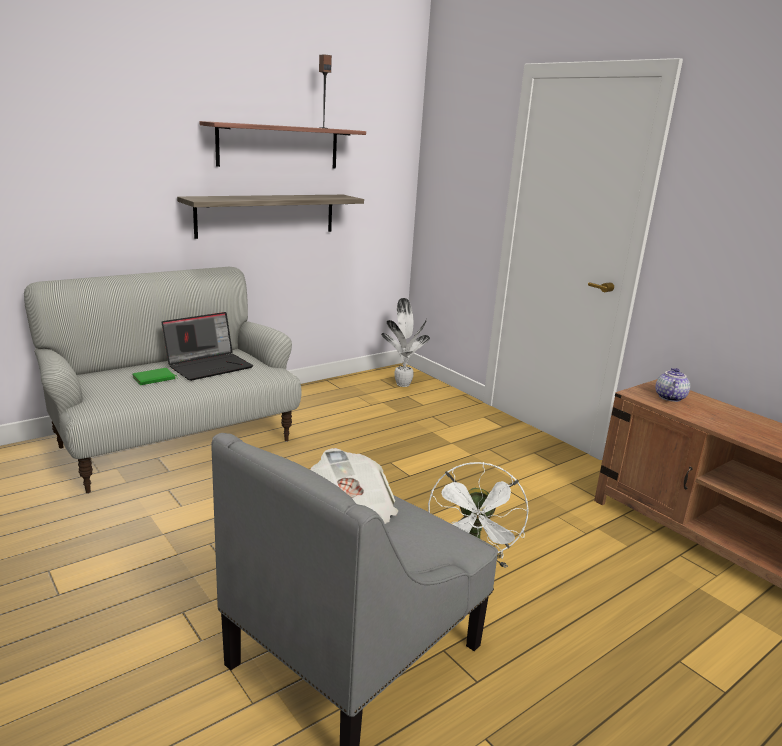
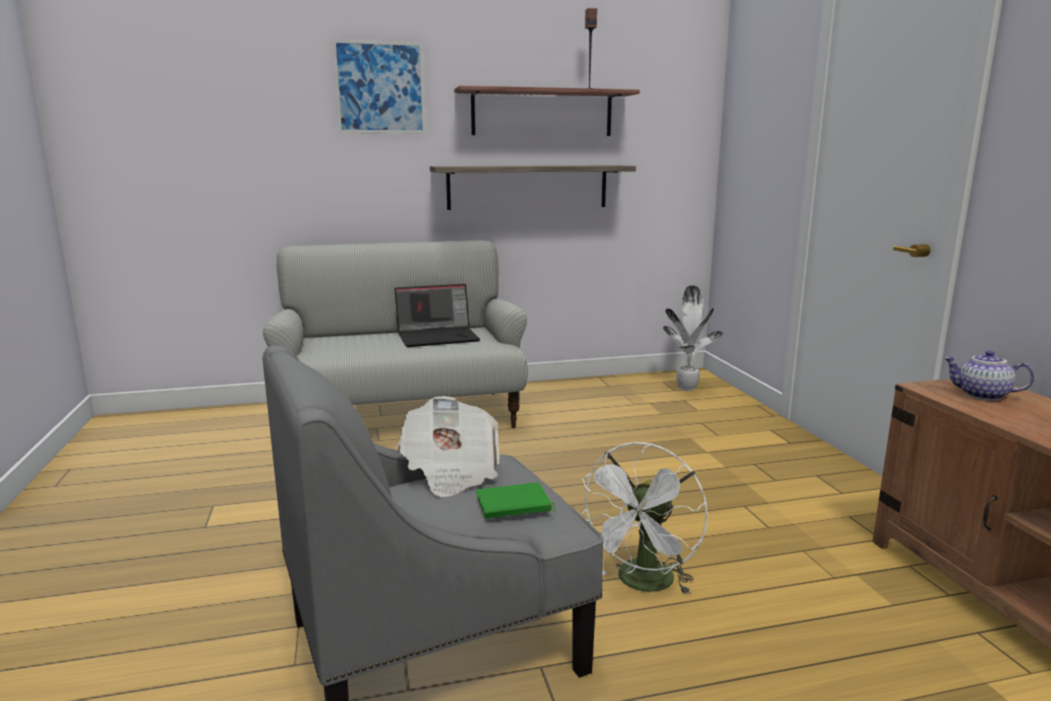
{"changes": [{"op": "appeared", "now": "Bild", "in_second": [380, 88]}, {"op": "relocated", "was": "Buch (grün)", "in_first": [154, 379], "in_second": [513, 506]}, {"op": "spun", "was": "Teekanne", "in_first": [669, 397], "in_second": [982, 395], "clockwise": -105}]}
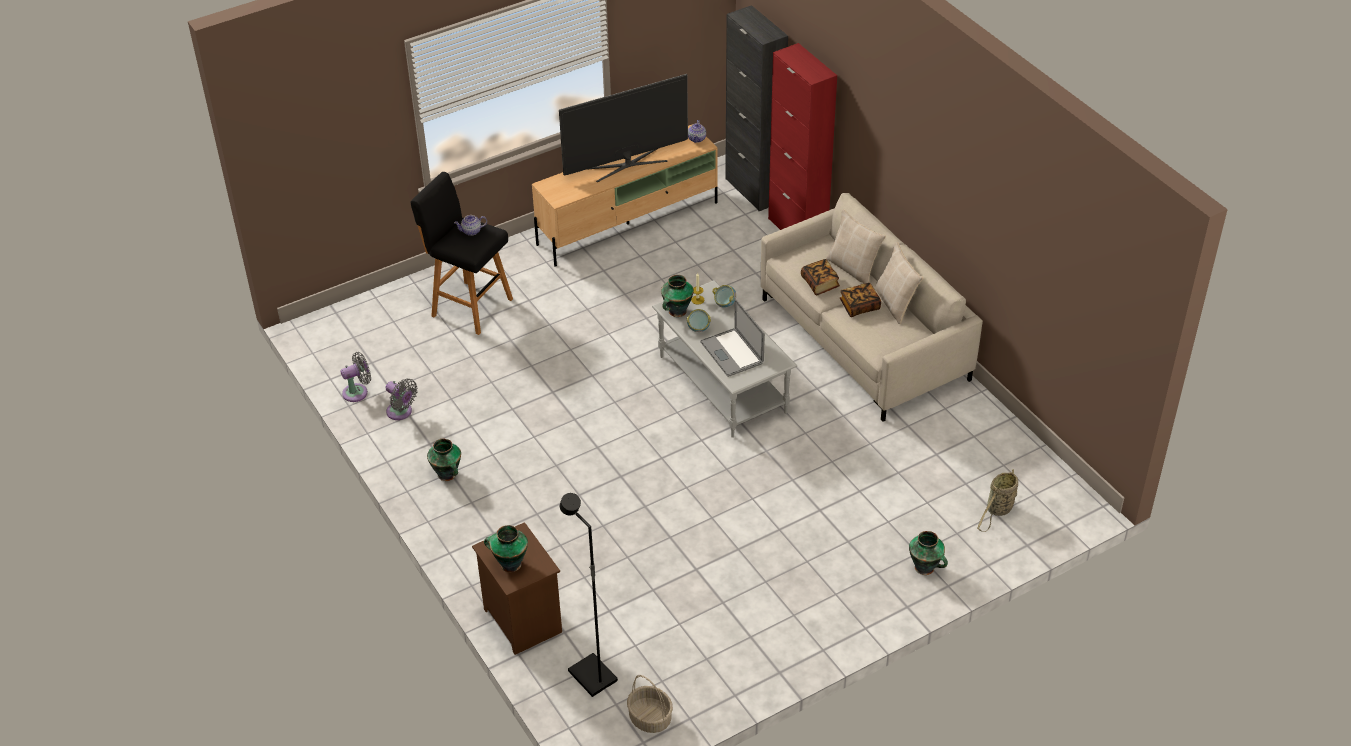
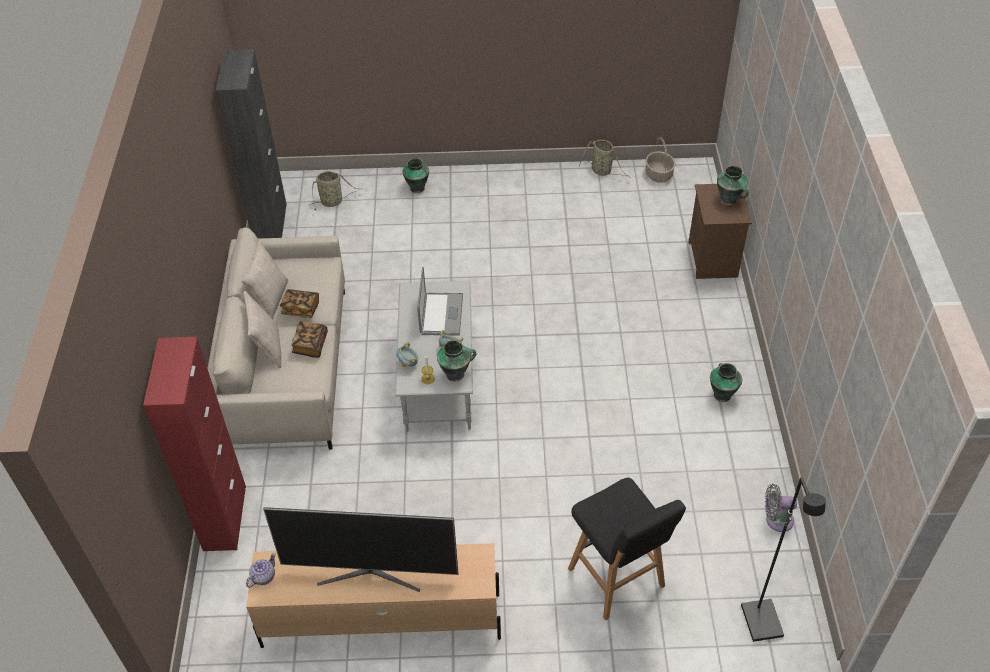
{"changes": [{"op": "relocated", "was": "Schrank (schwarz)", "in_first": [753, 190], "in_second": [270, 225]}, {"op": "appeared", "now": "Korb", "in_second": [602, 171]}, {"op": "relocated", "was": "Stehlampe (schwarz)", "in_first": [591, 677], "in_second": [763, 622]}, {"op": "missing", "was": "Ventilator (grau)", "in_first": [401, 412]}, {"op": "missing", "was": "Teekanne", "in_first": [472, 231]}]}
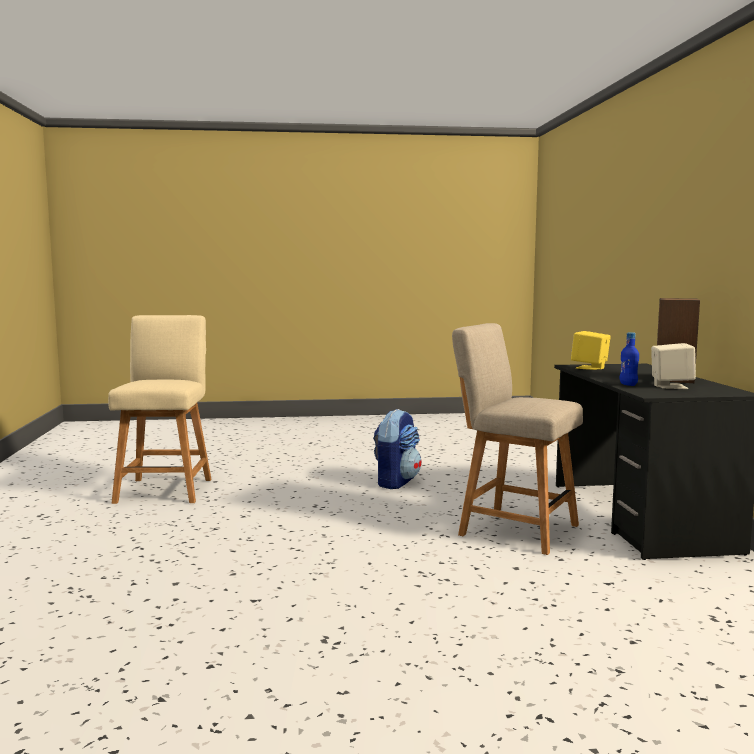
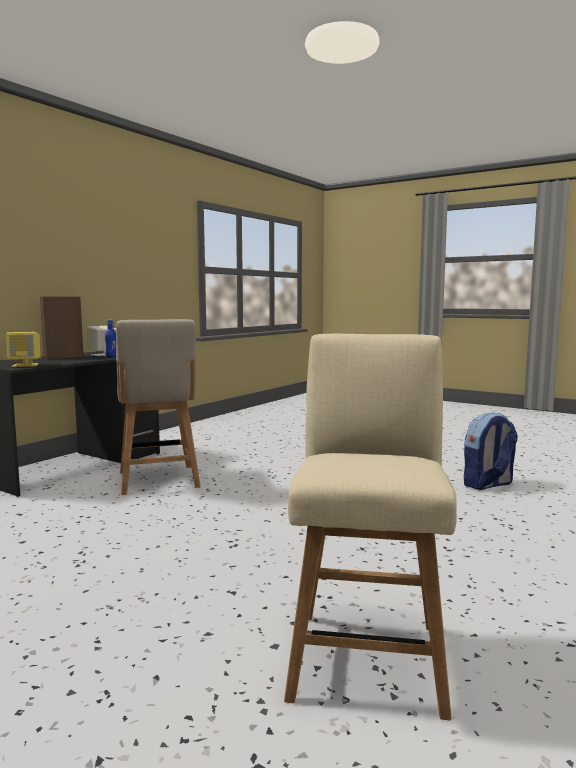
{"changes": [{"op": "spun", "was": "Stuhl (beige)", "in_first": [165, 489], "in_second": [367, 654], "clockwise": 150}, {"op": "relocated", "was": "Rucksack", "in_first": [396, 482], "in_second": [487, 484]}]}
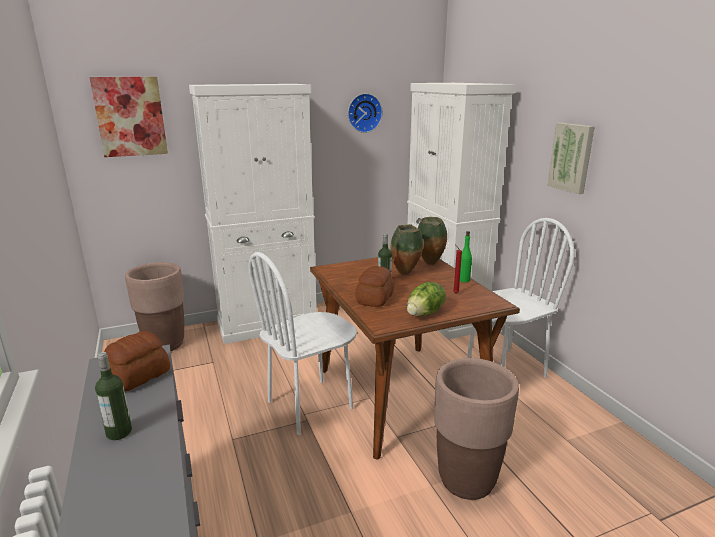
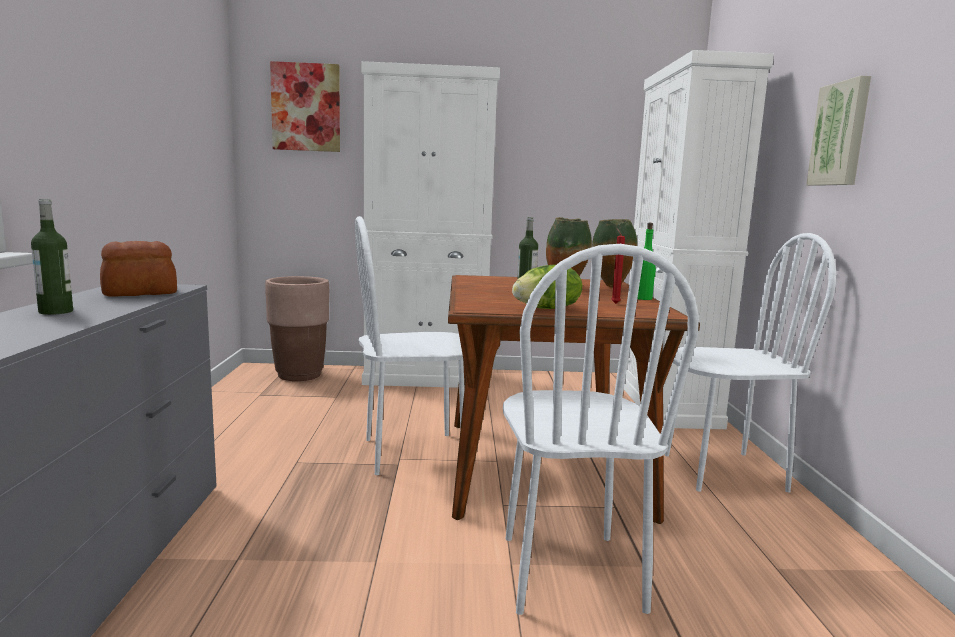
{"changes": [{"op": "exchanged", "was": "Pflanzkübel (braun)", "now": "Stuhl (weiß)", "in_first": [466, 480], "in_second": [569, 572]}, {"op": "missing", "was": "Wanduhr", "in_first": [364, 113]}, {"op": "missing", "was": "Brot", "in_first": [374, 299]}]}
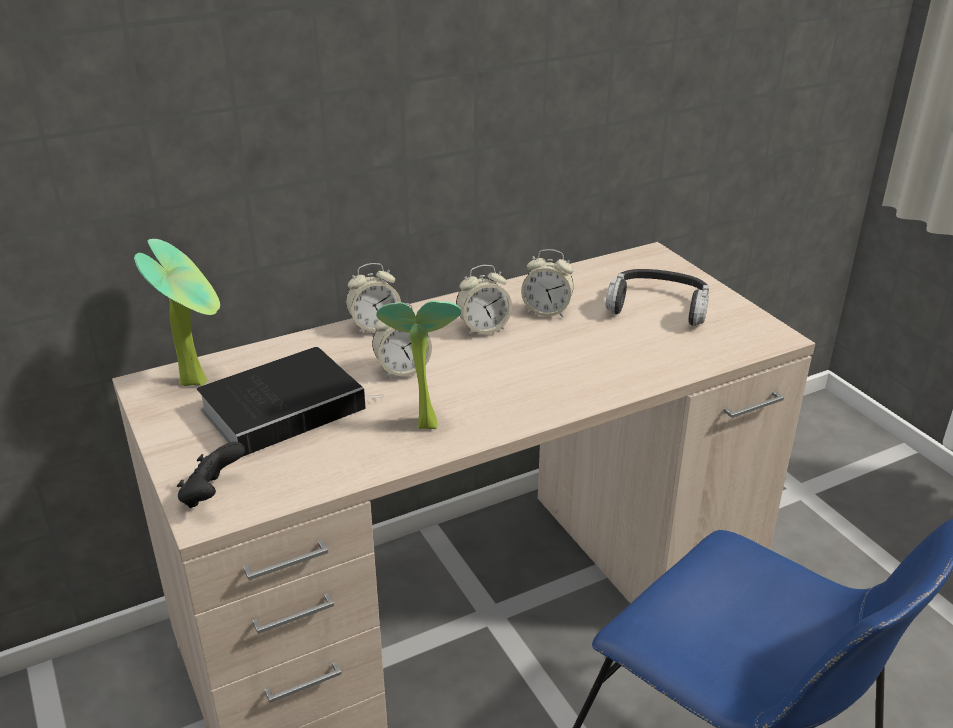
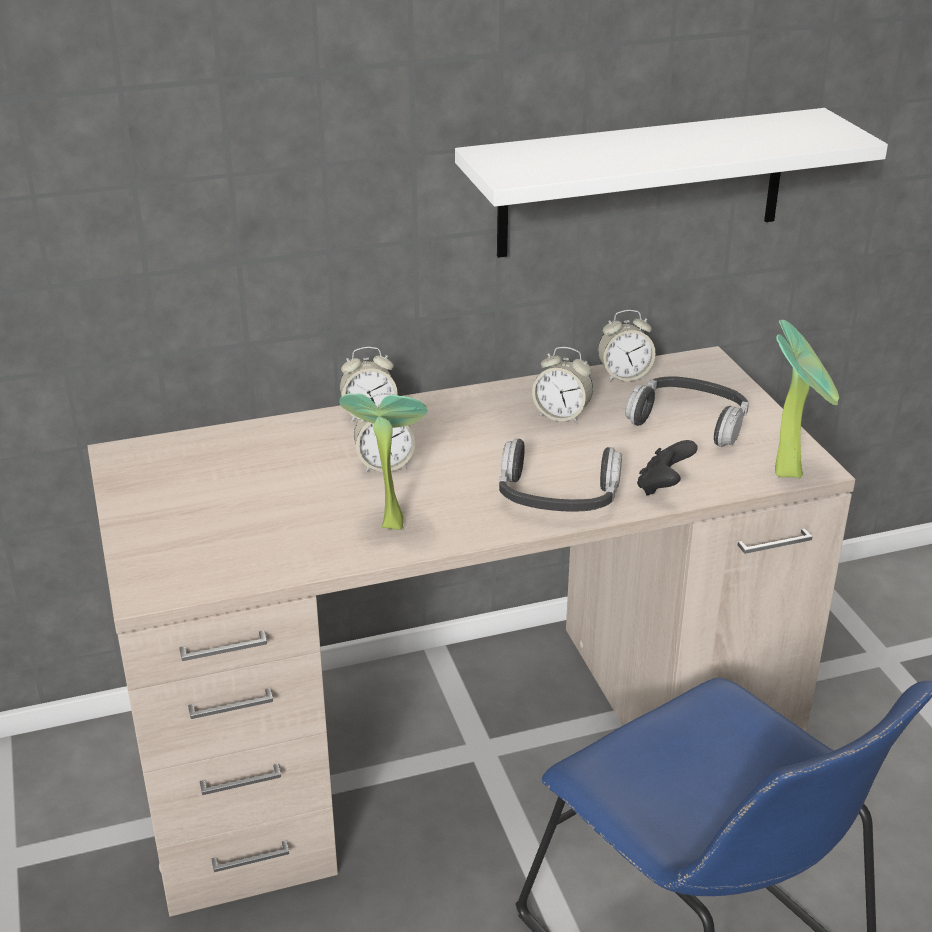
{"changes": [{"op": "appeared", "now": "Wandregal (weiß)", "in_second": [642, 183]}, {"op": "appeared", "now": "Kopfhörer", "in_second": [558, 494]}, {"op": "relocated", "was": "Wecker", "in_first": [483, 328], "in_second": [624, 376]}, {"op": "relocated", "was": "Gamepad (schwarz)", "in_first": [212, 495], "in_second": [663, 487]}, {"op": "relocated", "was": "Topfpflanze", "in_first": [198, 379], "in_second": [791, 471]}, {"op": "missing", "was": "Buch", "in_first": [286, 406]}]}
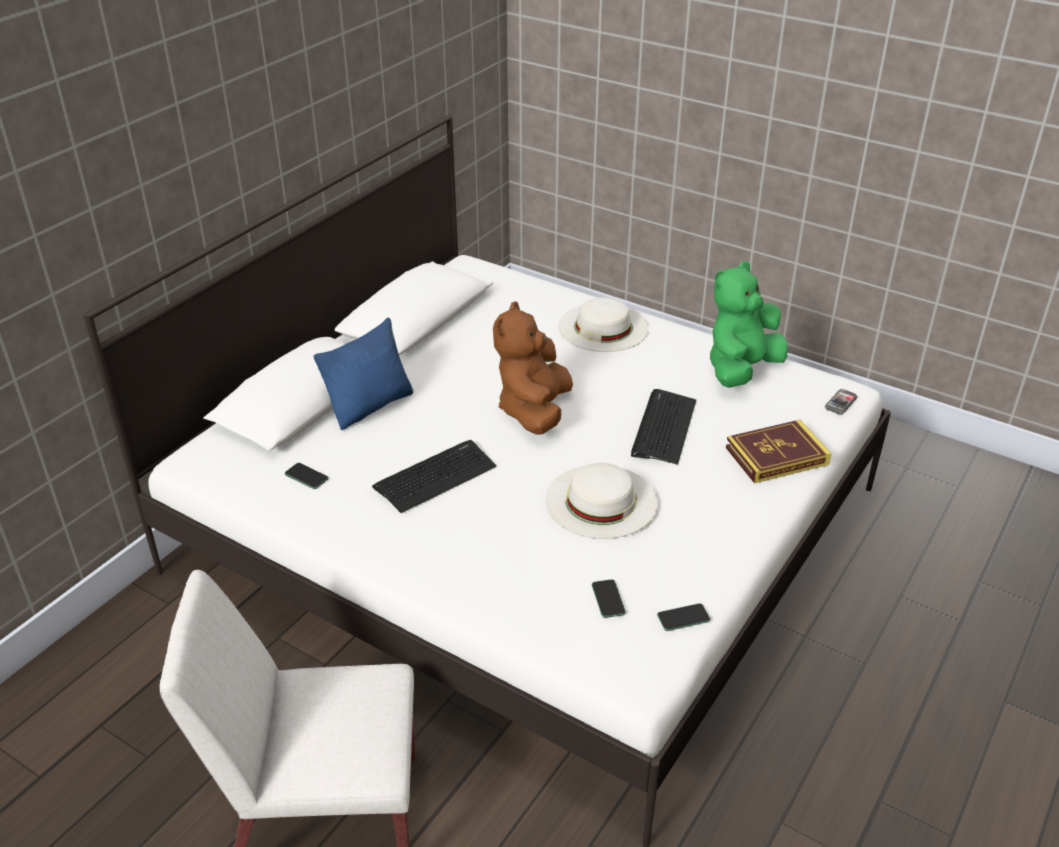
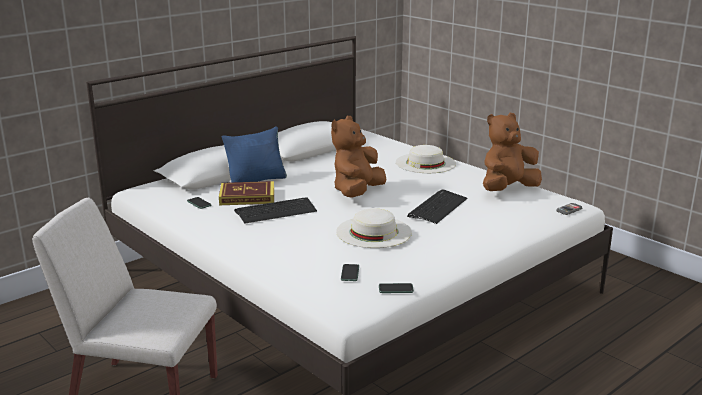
{"changes": [{"op": "relocated", "was": "Buch", "in_first": [776, 456], "in_second": [247, 197]}, {"op": "colour", "was": "Plüschtier (grün)", "now": "Plüschtier (braun)", "in_first": [741, 370], "in_second": [507, 189]}]}
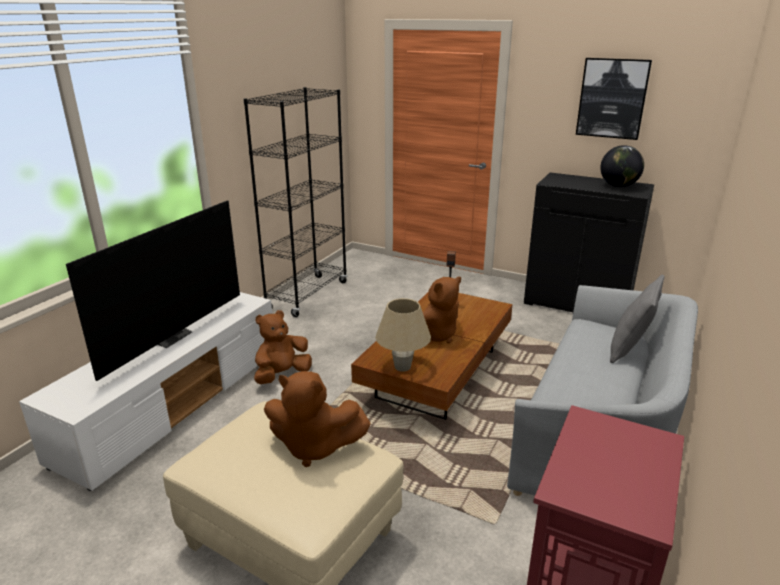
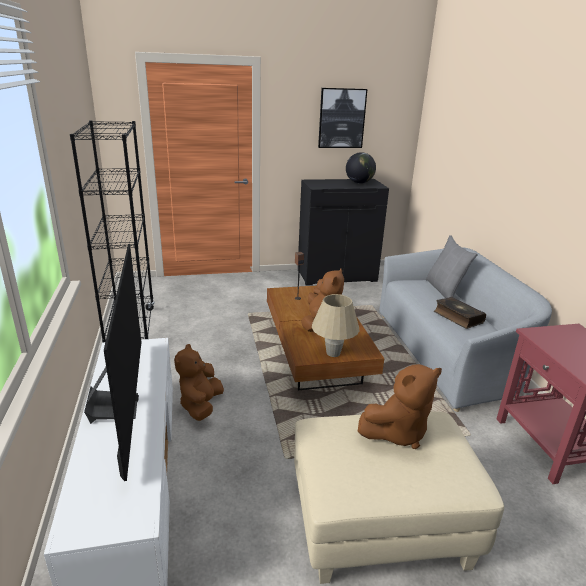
{"changes": [{"op": "appeared", "now": "Buch", "in_second": [457, 317]}]}
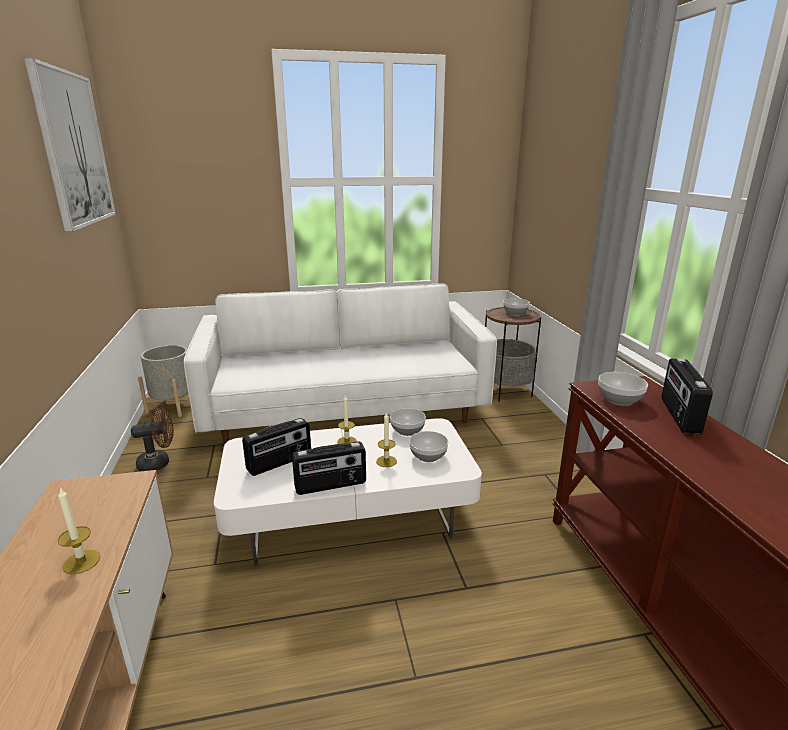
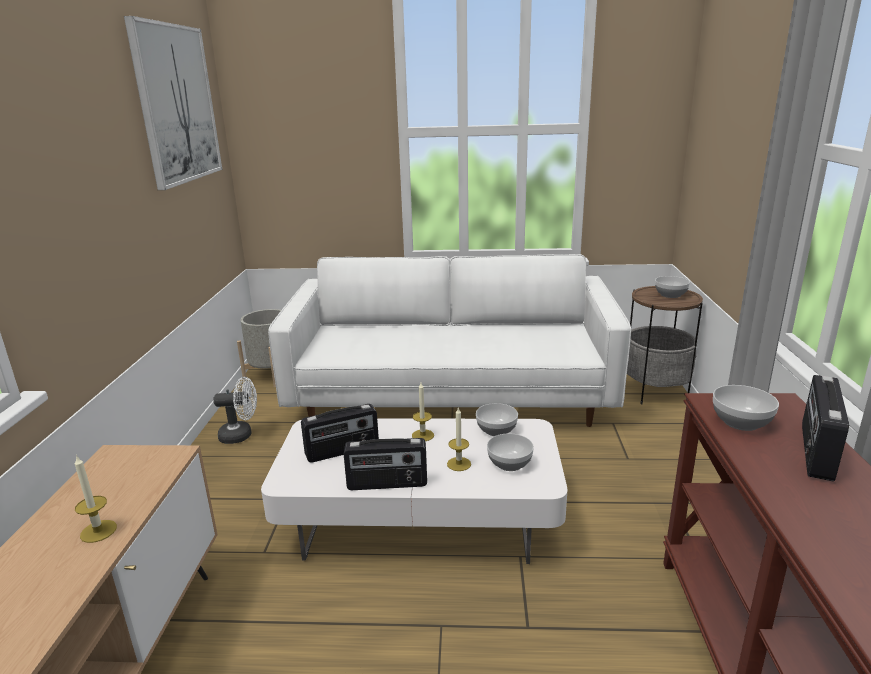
{"changes": [{"op": "colour", "was": "Ventilator (braun)", "now": "Ventilator (weiß)", "in_first": [159, 463], "in_second": [241, 435]}]}
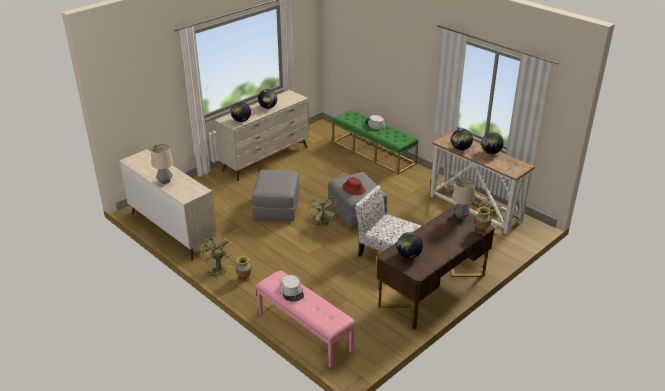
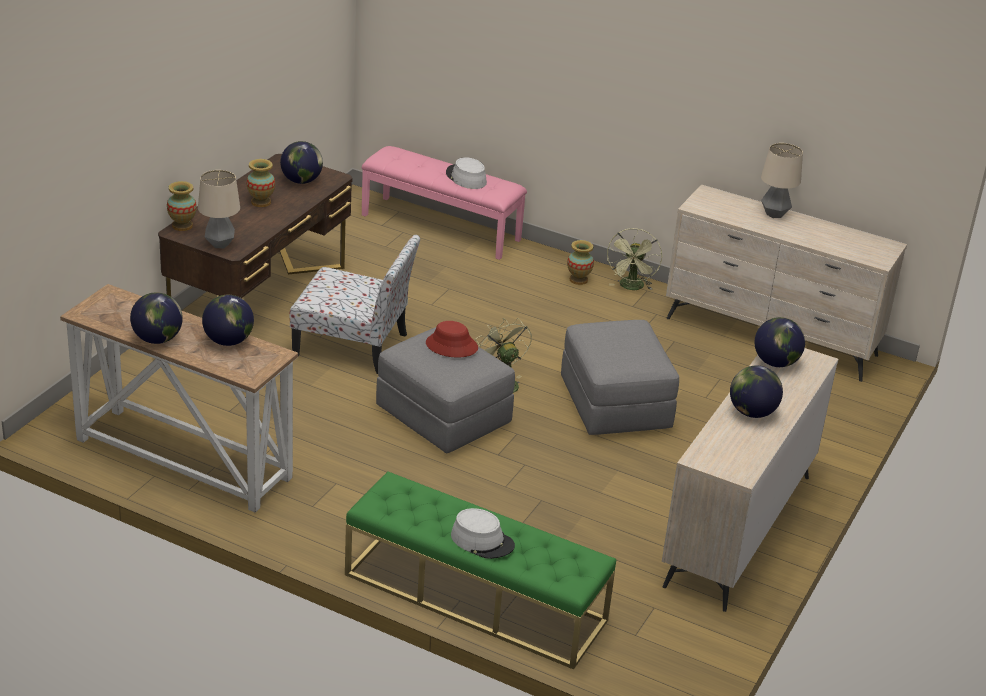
{"changes": [{"op": "appeared", "now": "Vase", "in_second": [261, 202]}, {"op": "spun", "was": "Ventilator (grün)", "in_first": [218, 269], "in_second": [631, 287], "clockwise": 45}]}
